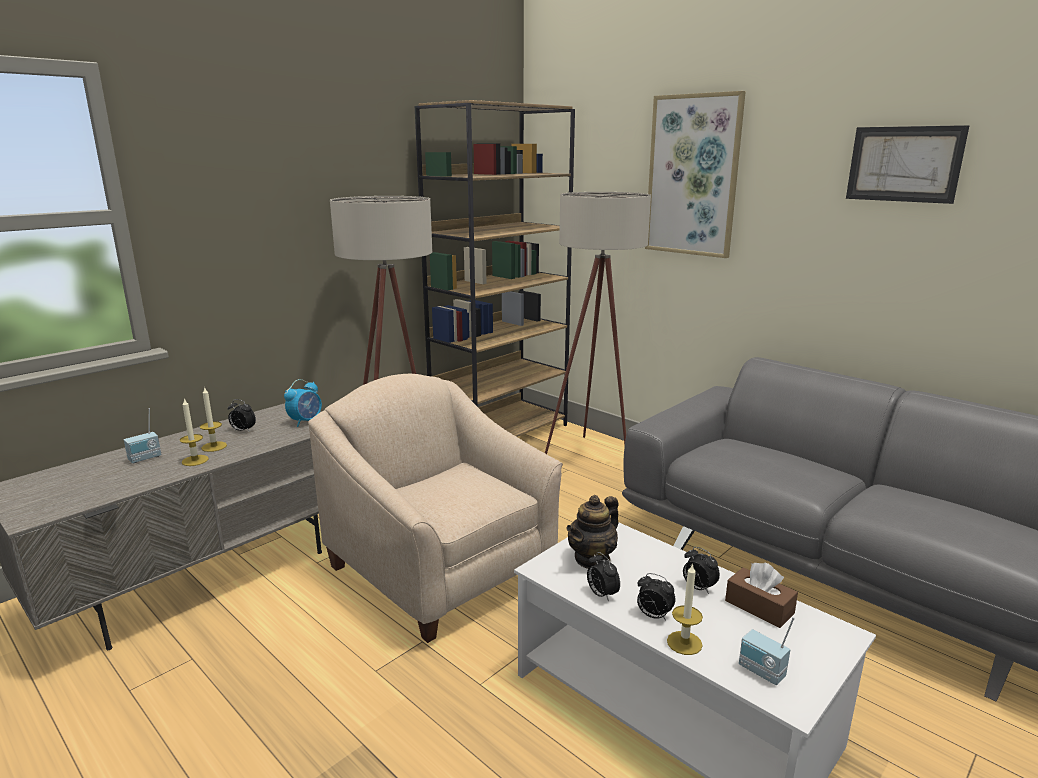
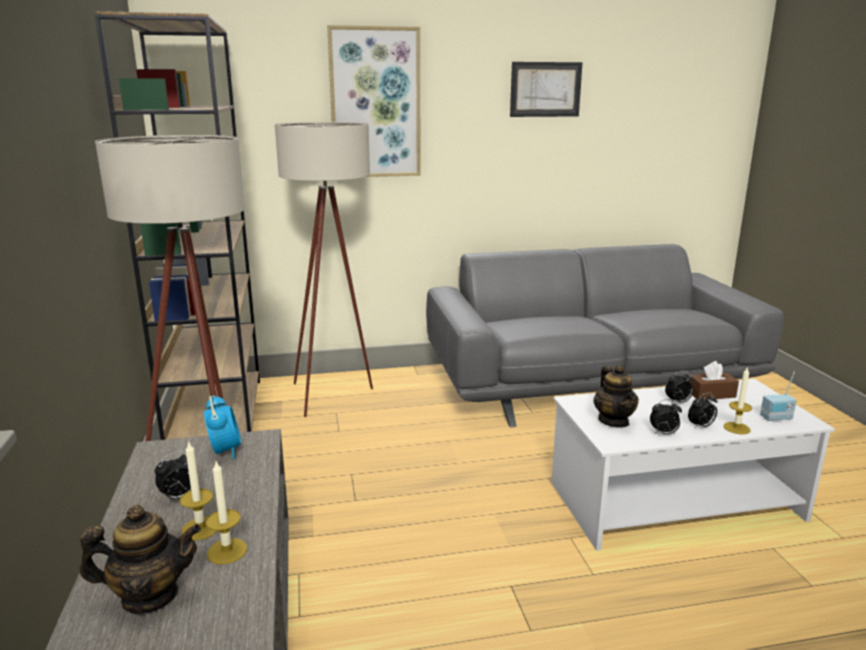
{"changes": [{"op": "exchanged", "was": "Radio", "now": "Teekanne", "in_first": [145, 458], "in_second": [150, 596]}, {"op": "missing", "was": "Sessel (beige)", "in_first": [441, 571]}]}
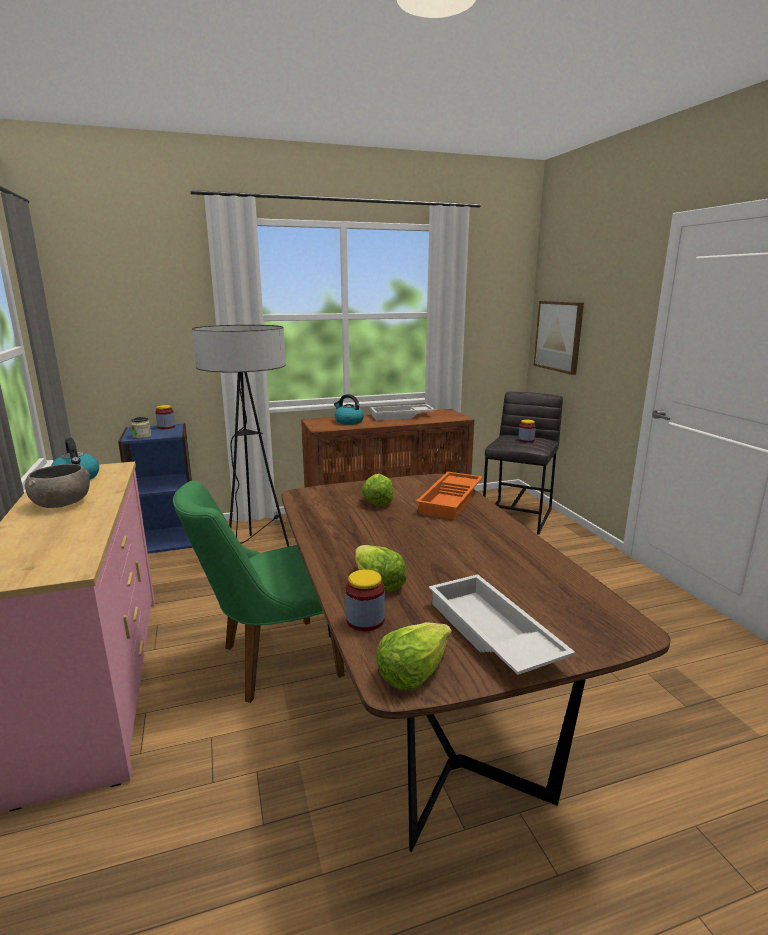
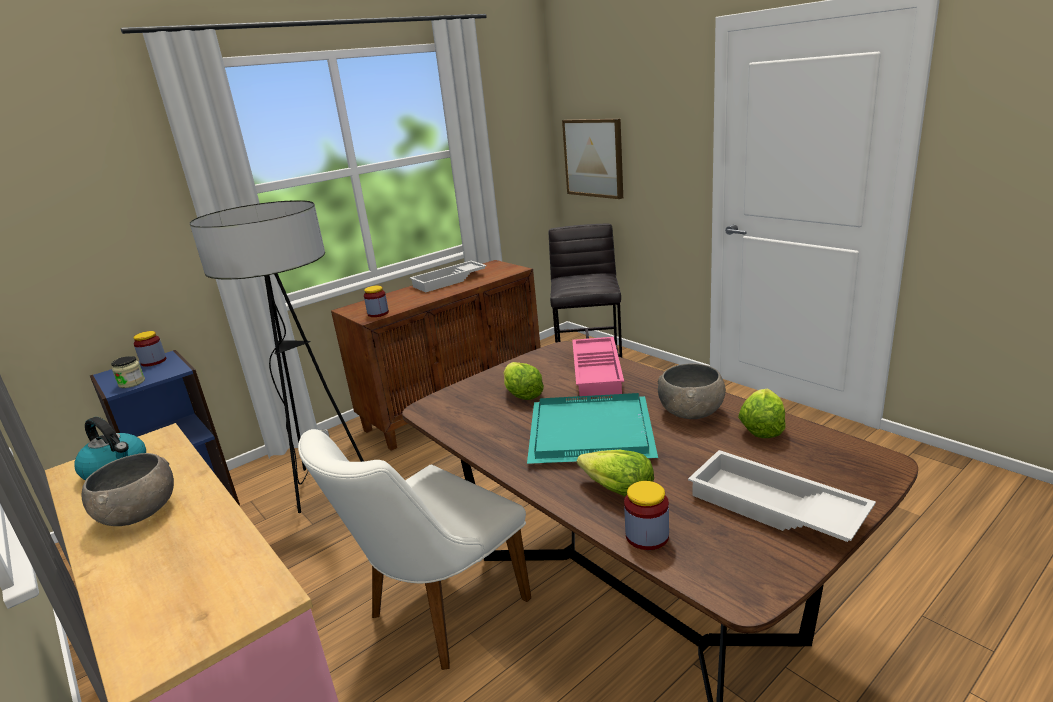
{"changes": [{"op": "colour", "was": "Stuhl (grün)", "now": "Stuhl (weiß)", "in_first": [269, 662], "in_second": [437, 614]}, {"op": "relocated", "was": "Vorratsglas", "in_first": [526, 440], "in_second": [378, 313]}, {"op": "appeared", "now": "Tablett (türkis)", "in_second": [593, 433]}, {"op": "colour", "was": "Tablett (orange)", "now": "Tablett (rosa)", "in_first": [452, 500], "in_second": [598, 372]}, {"op": "appeared", "now": "Schüssel (grau)", "in_second": [691, 411]}, {"op": "relocated", "was": "Salatkopf", "in_first": [412, 671], "in_second": [761, 427]}, {"op": "missing", "was": "Wasserkessel", "in_first": [348, 422]}]}
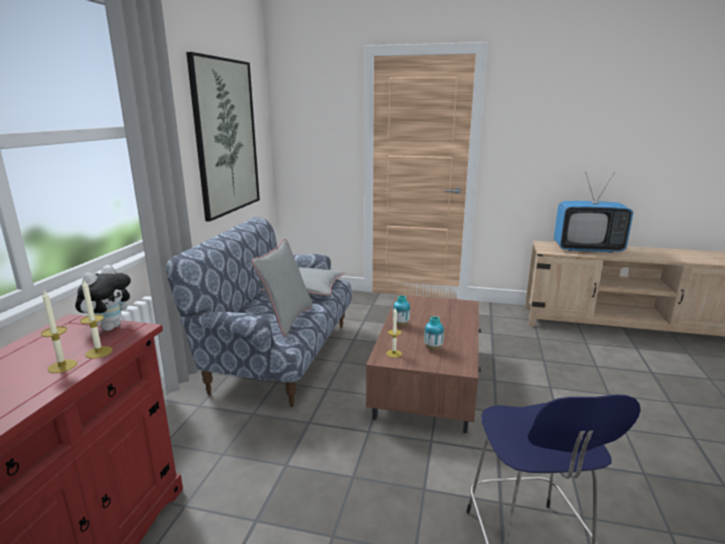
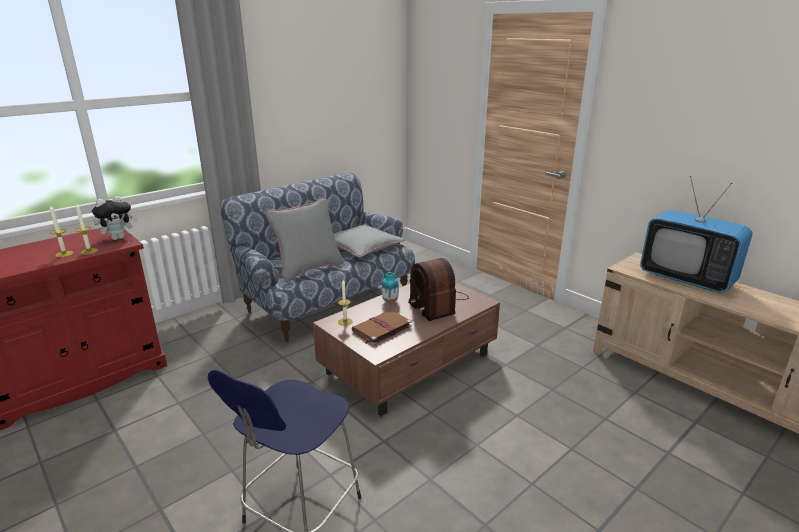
{"changes": [{"op": "exchanged", "was": "Vase", "now": "Buch (braun)", "in_first": [433, 348], "in_second": [381, 329]}, {"op": "appeared", "now": "Radio", "in_second": [436, 304]}, {"op": "missing", "was": "Bild", "in_first": [226, 137]}]}
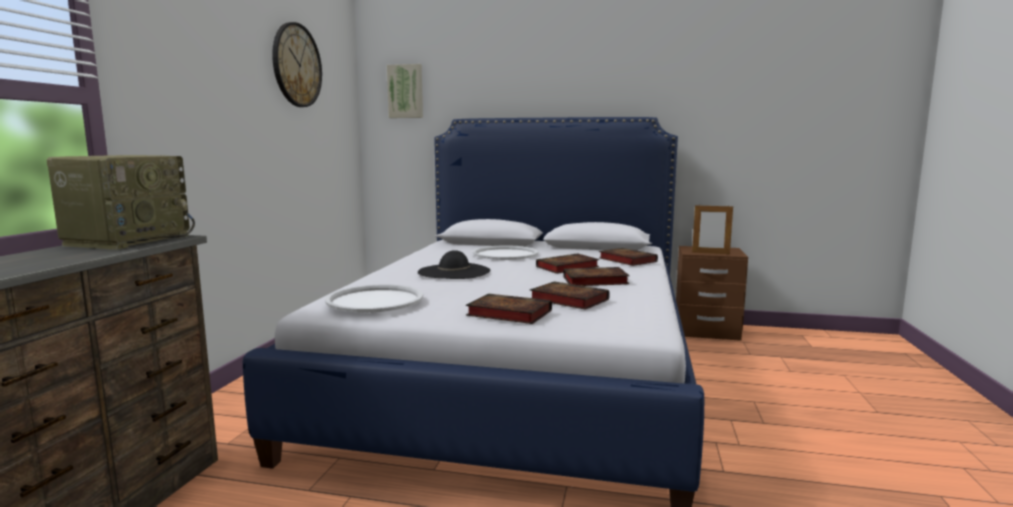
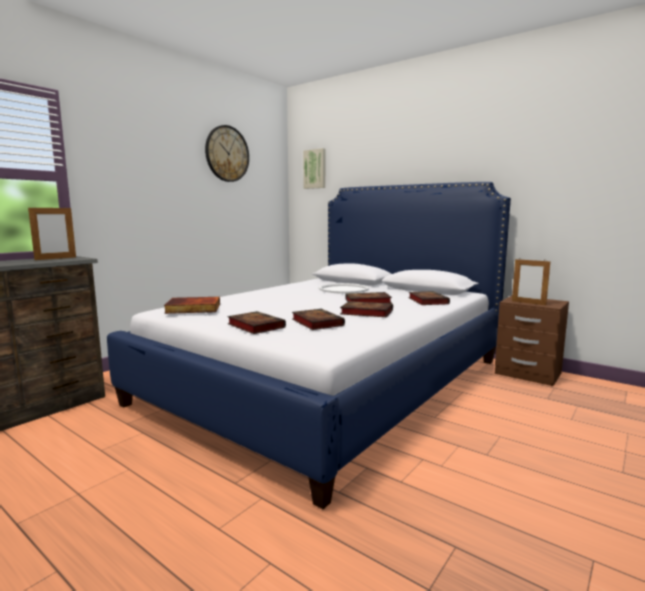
{"changes": [{"op": "exchanged", "was": "Radio", "now": "Bilderrahmen", "in_first": [129, 240], "in_second": [55, 258]}, {"op": "exchanged", "was": "Tablett (weiß)", "now": "Buch", "in_first": [375, 300], "in_second": [193, 308]}, {"op": "missing", "was": "Hut (schwarz)", "in_first": [454, 271]}]}
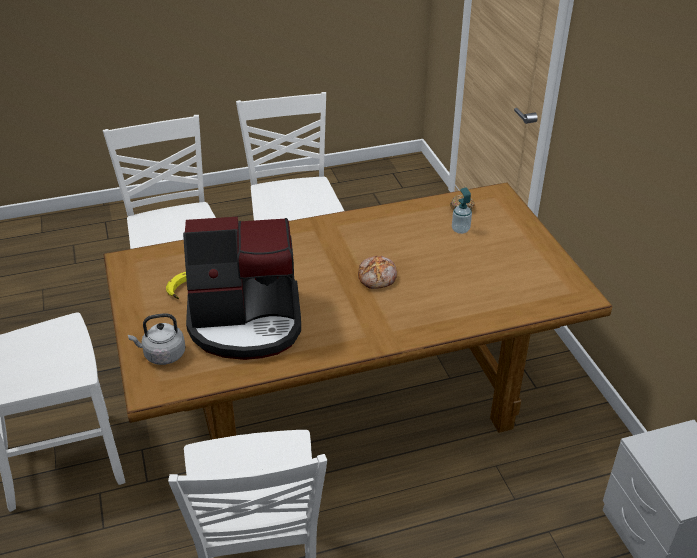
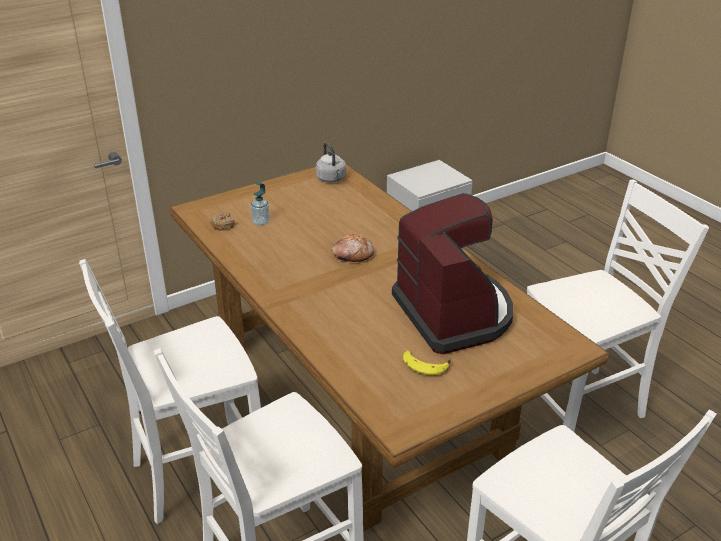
{"changes": [{"op": "relocated", "was": "Wasserkessel (grau)", "in_first": [162, 355], "in_second": [331, 179]}]}
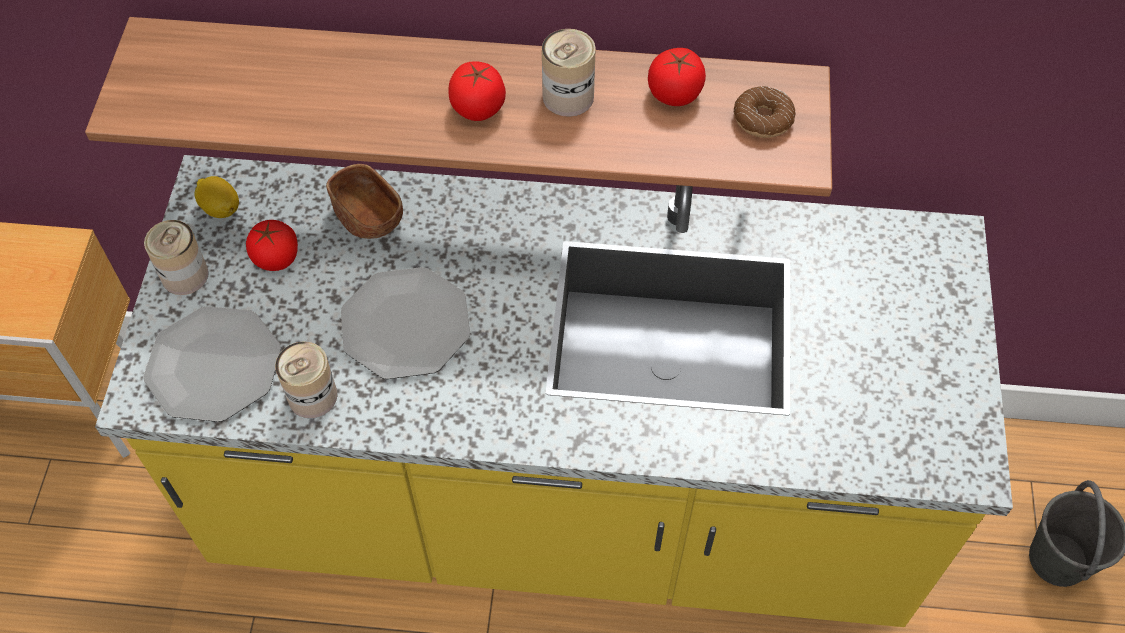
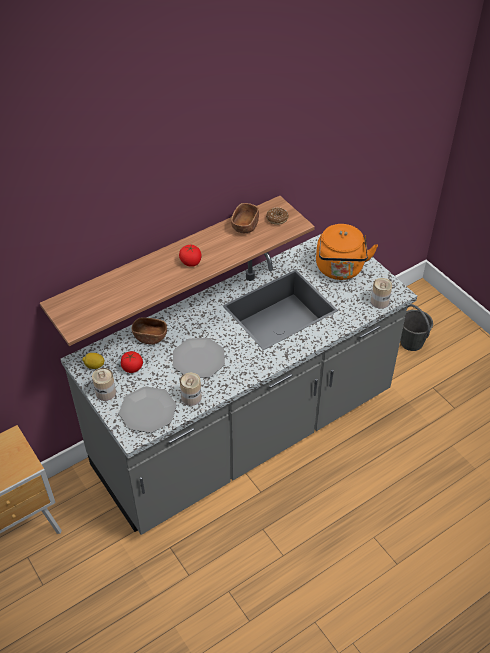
{"changes": [{"op": "colour", "was": "Küchenzeile (gelb)", "now": "Küchenzeile (grau)", "in_first": [562, 504], "in_second": [245, 432]}, {"op": "exchanged", "was": "Tomate", "now": "Schüssel (braun)", "in_first": [675, 93], "in_second": [245, 226]}, {"op": "appeared", "now": "Wasserkessel (orange)", "in_second": [340, 270]}, {"op": "relocated", "was": "Dose", "in_first": [568, 96], "in_second": [379, 301]}]}
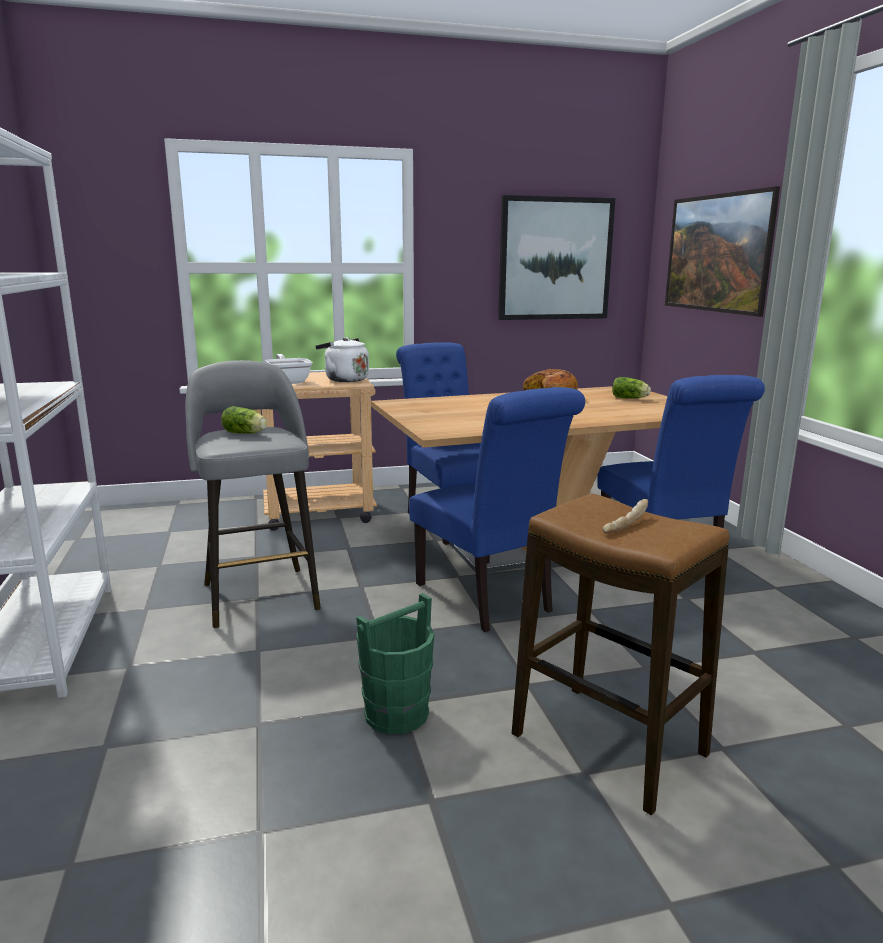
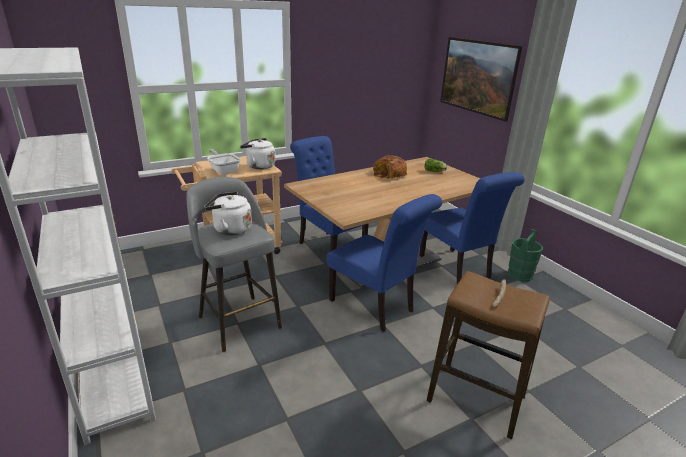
{"changes": [{"op": "exchanged", "was": "Salatkopf", "now": "Wasserkessel (weiß)", "in_first": [246, 433], "in_second": [230, 229]}, {"op": "relocated", "was": "Eimer (grün)", "in_first": [397, 713], "in_second": [520, 274]}, {"op": "missing", "was": "Bild", "in_first": [555, 259]}]}
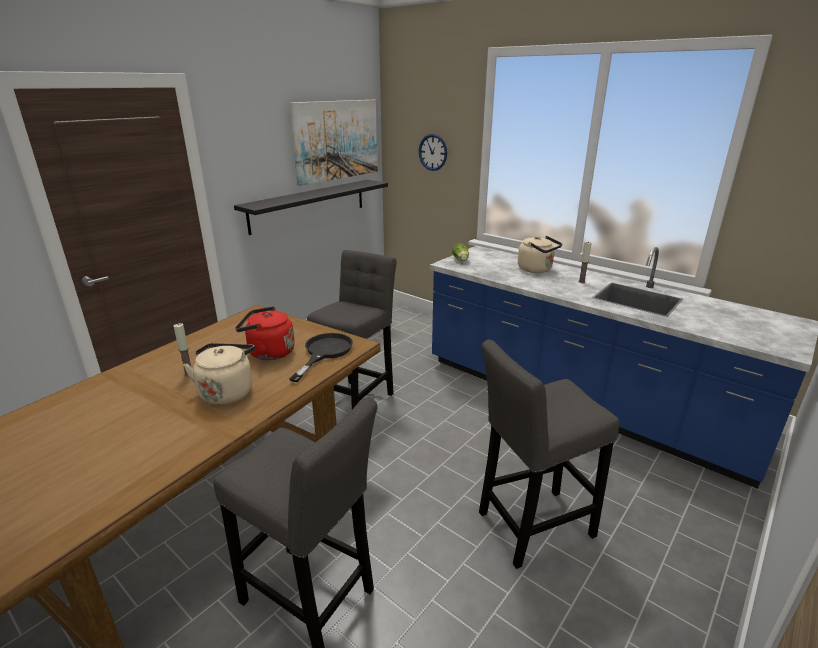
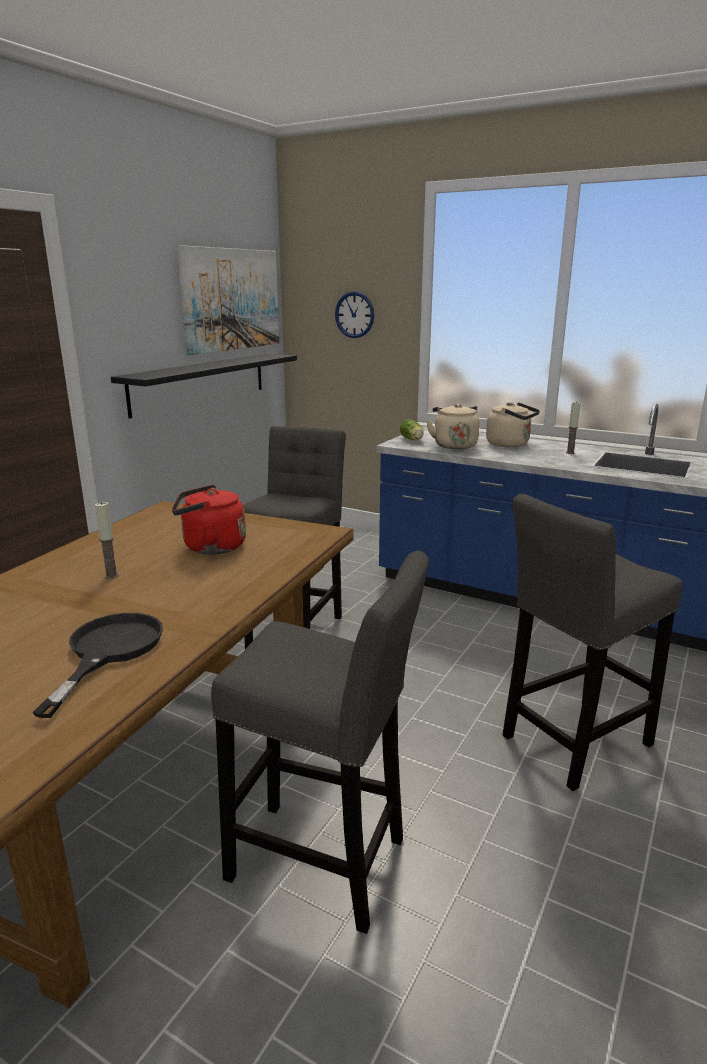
{"changes": [{"op": "relocated", "was": "Pfanne (schwarz)", "in_first": [324, 352], "in_second": [108, 651]}, {"op": "relocated", "was": "Wasserkessel (beige)", "in_first": [227, 391], "in_second": [454, 445]}]}
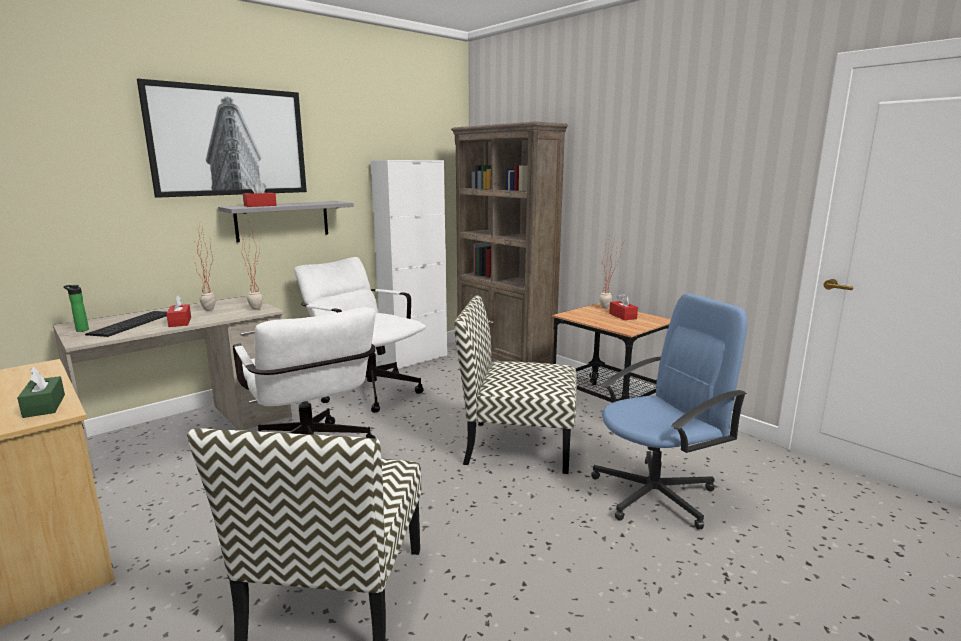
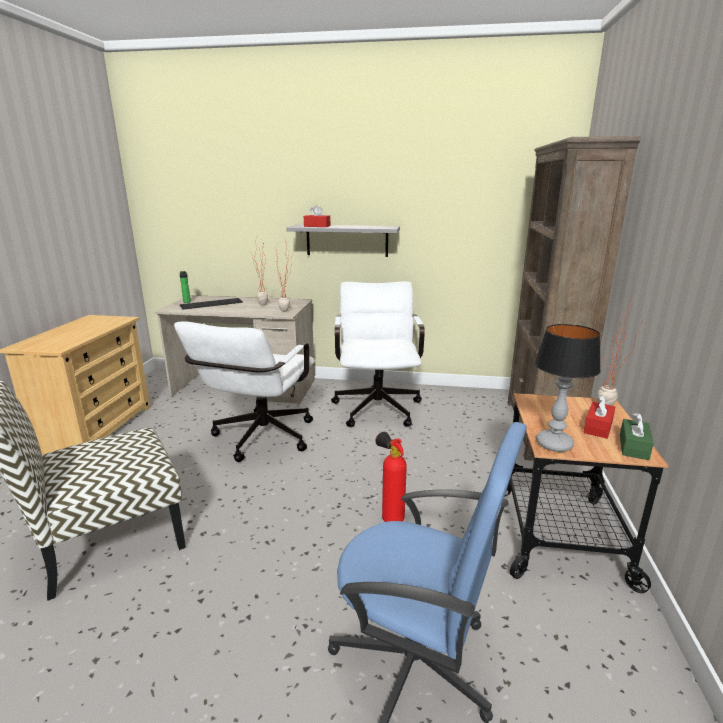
{"changes": [{"op": "exchanged", "was": "Stuhl", "now": "Feuerlöscher", "in_first": [516, 446], "in_second": [390, 517]}, {"op": "appeared", "now": "Tischlampe", "in_second": [554, 444]}, {"op": "relocated", "was": "Taschentuchbox (grün)", "in_first": [44, 406], "in_second": [633, 447]}, {"op": "missing", "was": "Bild", "in_first": [229, 141]}, {"op": "missing", "was": "Taschentuchbox (rot)", "in_first": [180, 322]}, {"op": "missing", "was": "Schrank (weiß)", "in_first": [414, 359]}]}
